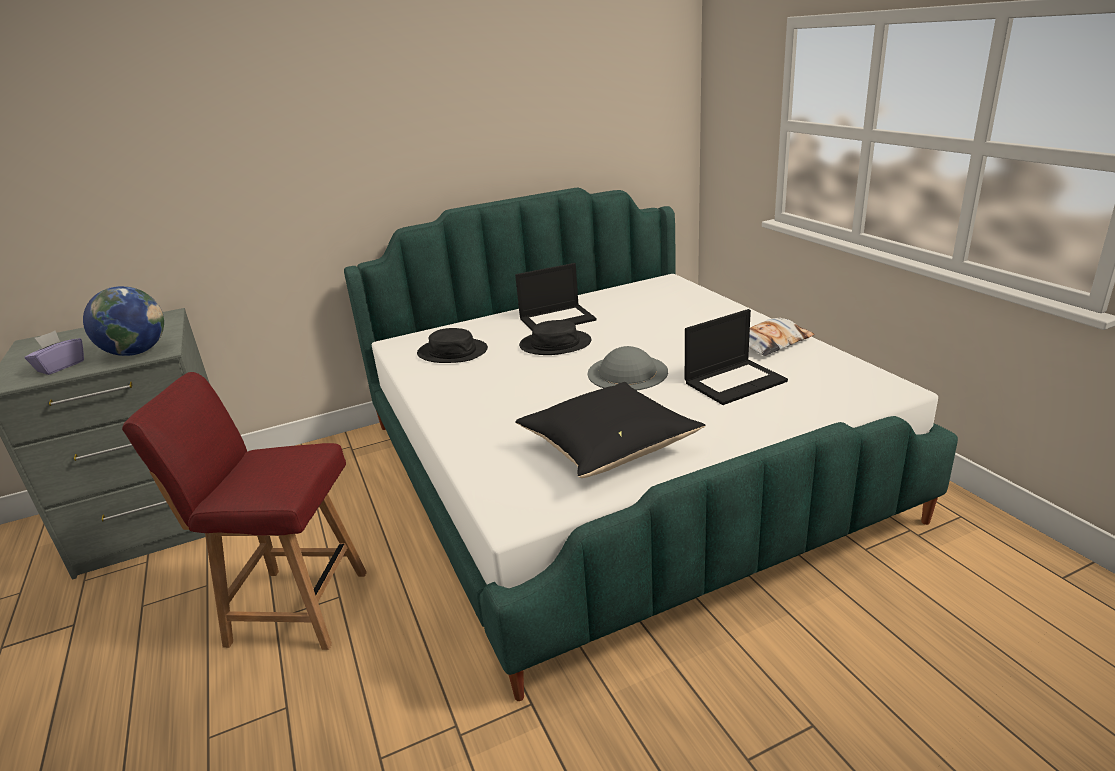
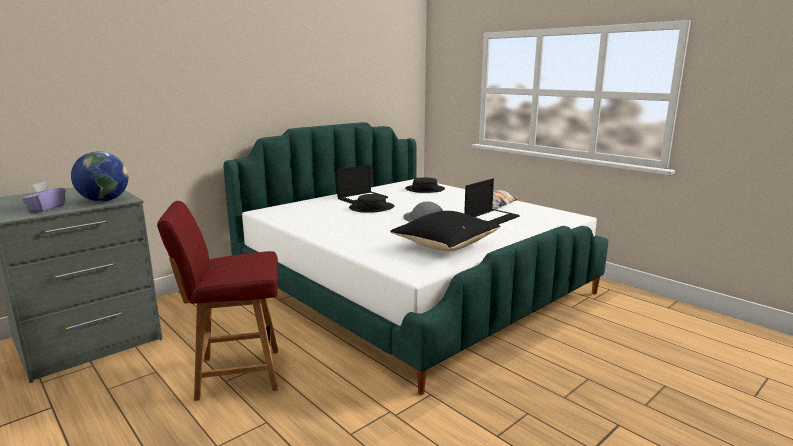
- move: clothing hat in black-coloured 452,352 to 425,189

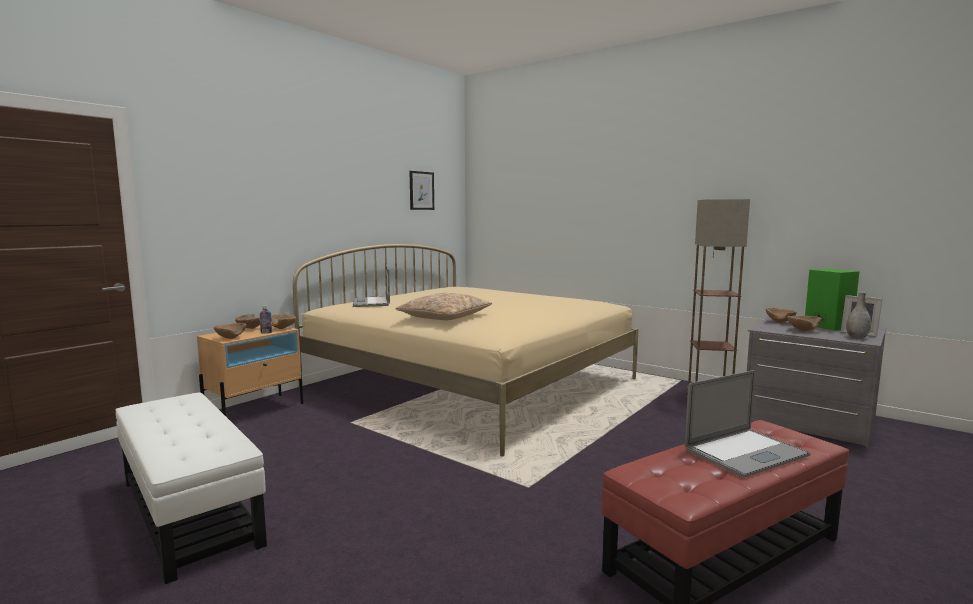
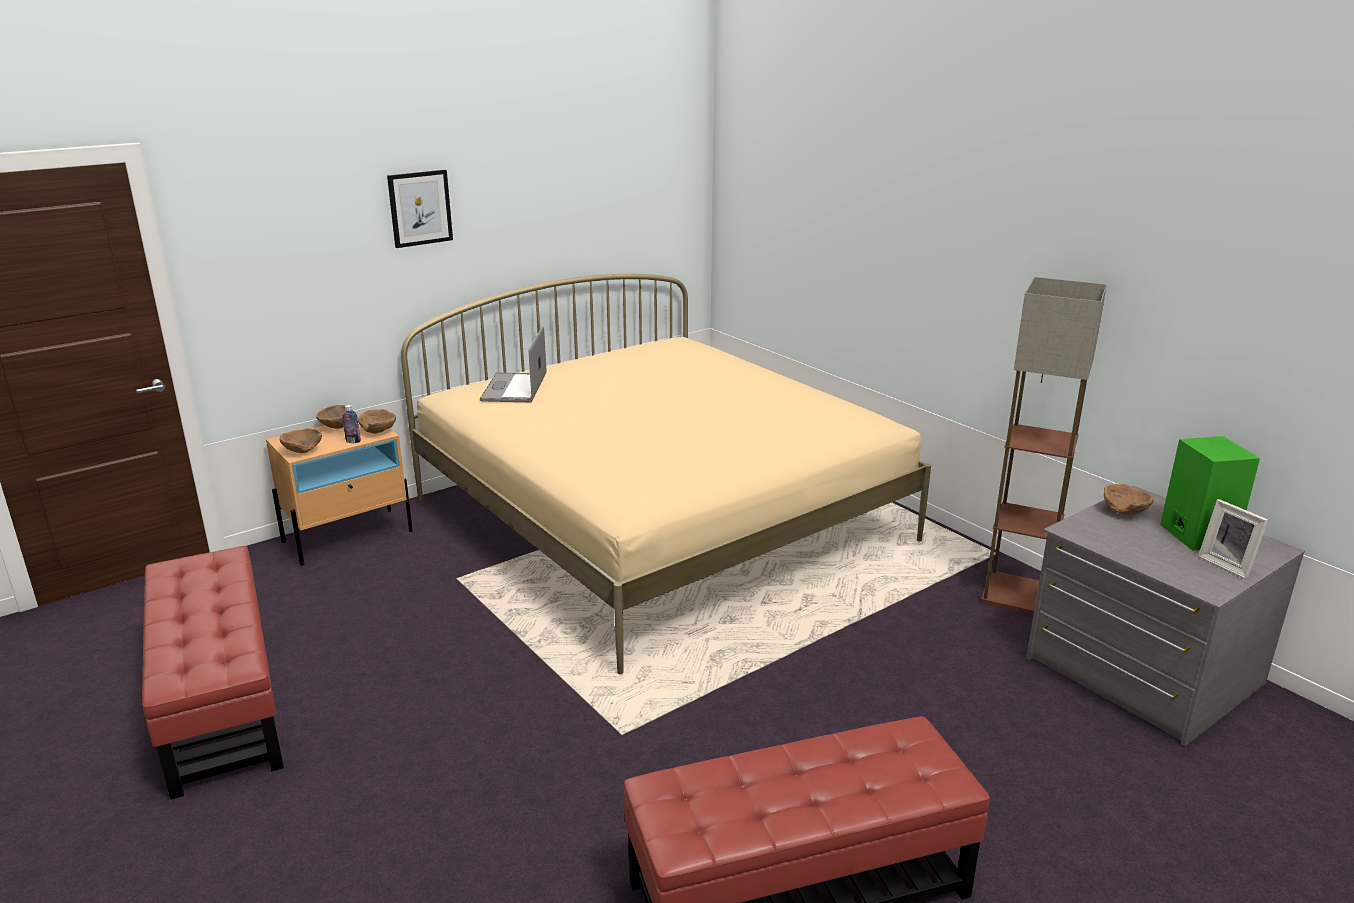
- recolor: footrest in white 188,512 to footrest in red-coloured 219,703
- delete: throw pillow in sand-coloured 444,317
- move: wall picture 421,190 to 420,208
- delete: notebook computer 745,452
- delete: deep dish in brownish 802,330
- delete: flower vase in greyish 857,337

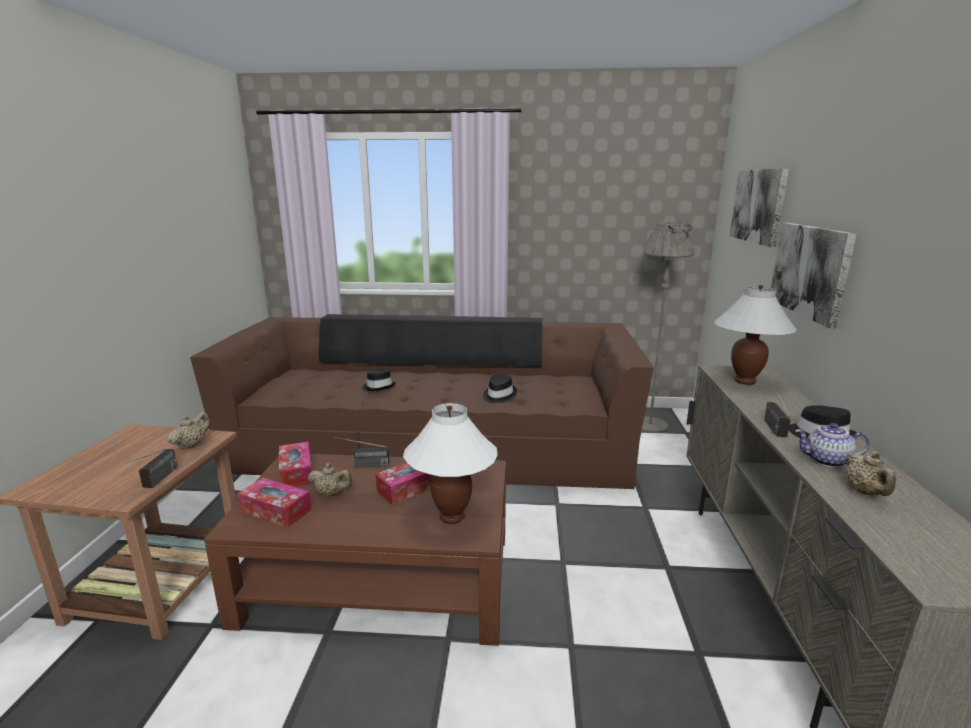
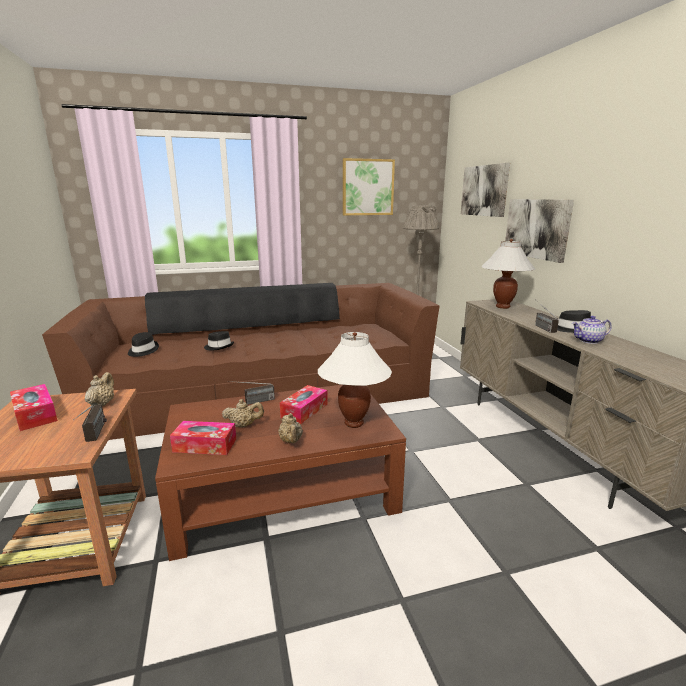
- move: tissue box 296,472 to 35,414
- move: clothing hat in black-coloured 499,395 to 142,350
- move: tea pot in sand-coloured 865,492 to 291,441
- insert: wall picture 367,187

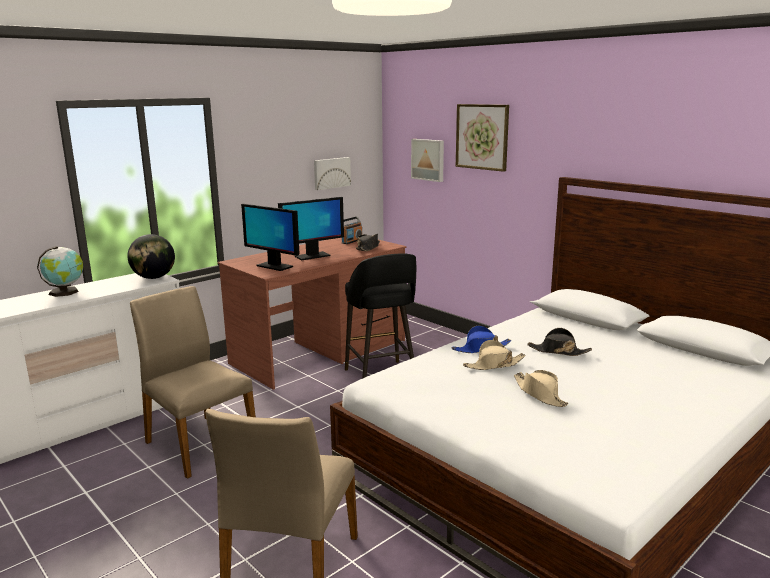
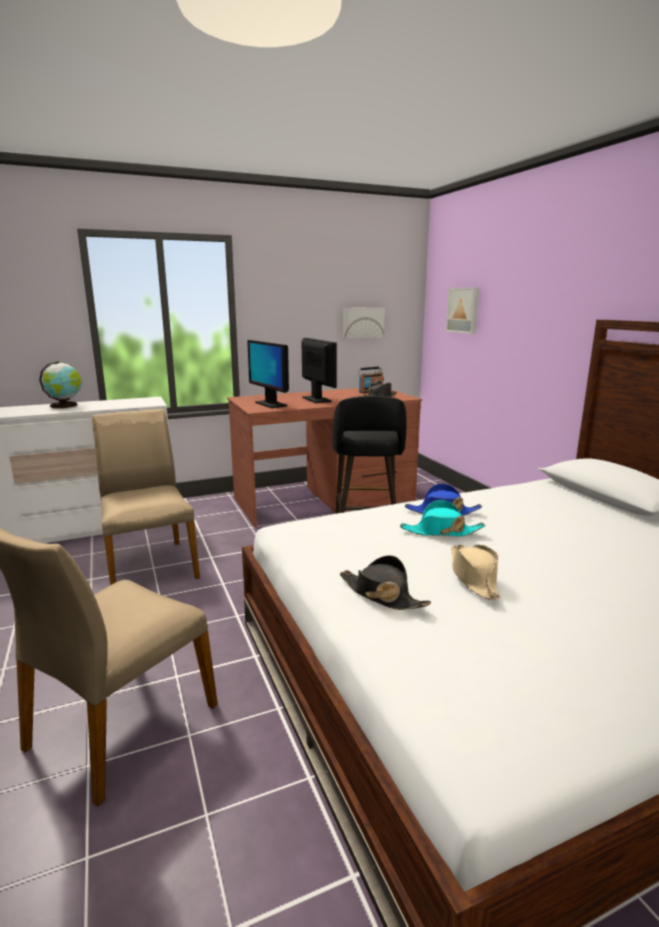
- delete: world globe 154,278
- rotate: computer display 312,256 = 316,399 105 degrees counterclockwise
- delete: wall picture 482,137
- recolor: clothing hat in sand-coloured 494,365 to clothing hat in turquoise 441,531
- move: clothing hat in black-coloured 558,351 to 381,595

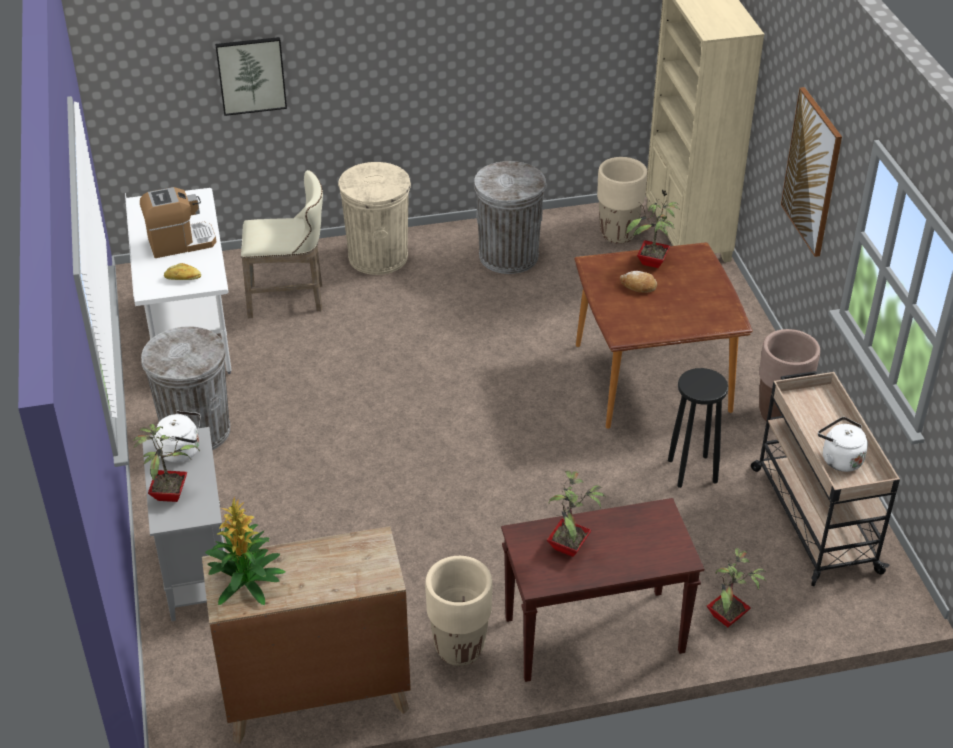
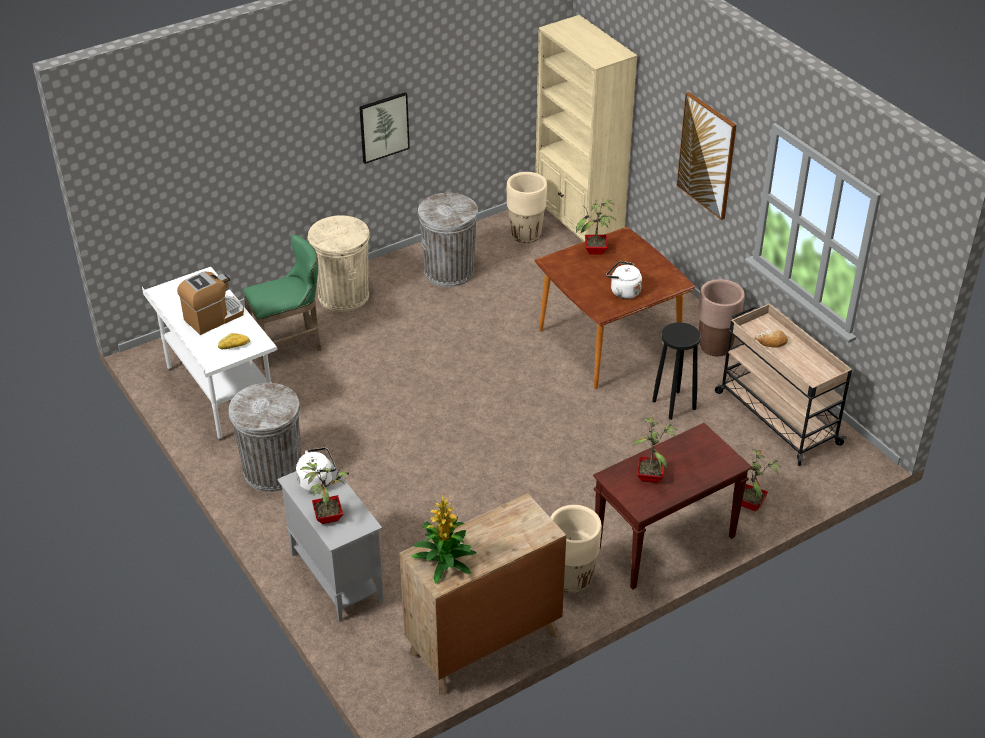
- move: wall picture 251,75 to 383,127
- recolor: stool in sand-coloured 290,300 to stool in green 290,347
- move: bread 638,286 to 771,342
- move: kettle in white 839,459 to 623,291

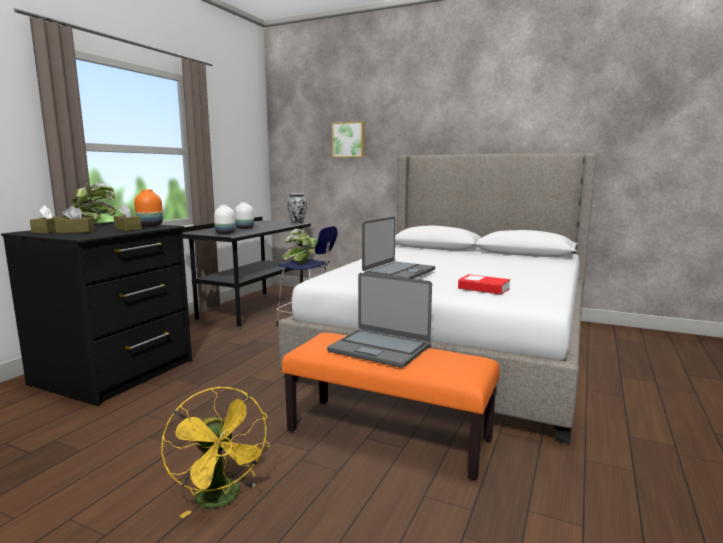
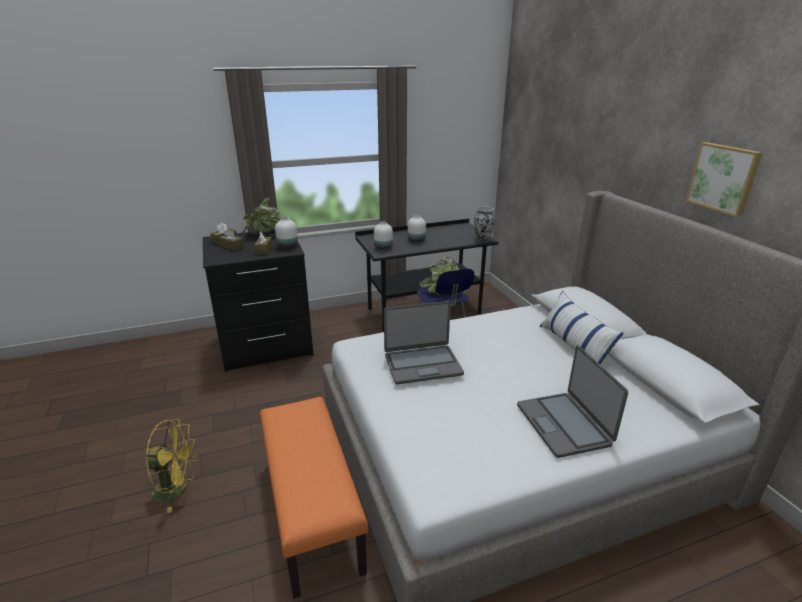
- recolor: flower vase in orange 151,225 to flower vase in white 288,246
- rotate: fan in yellow 222,500 = 177,490 105 degrees counterclockwise
- move: notebook computer 379,349 to 564,424
- move: wall picture 348,139 to 723,178
- delete: bound book 483,288
- insert: throw pillow 574,346

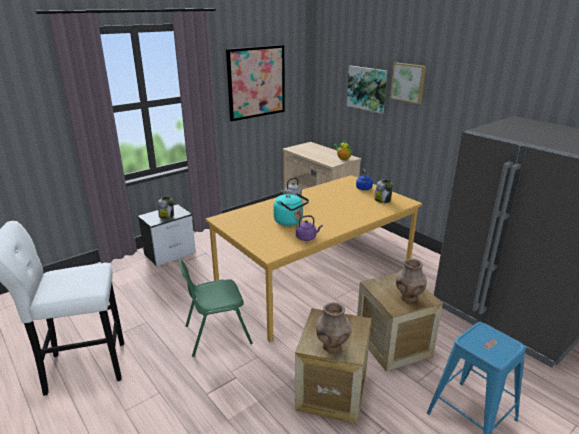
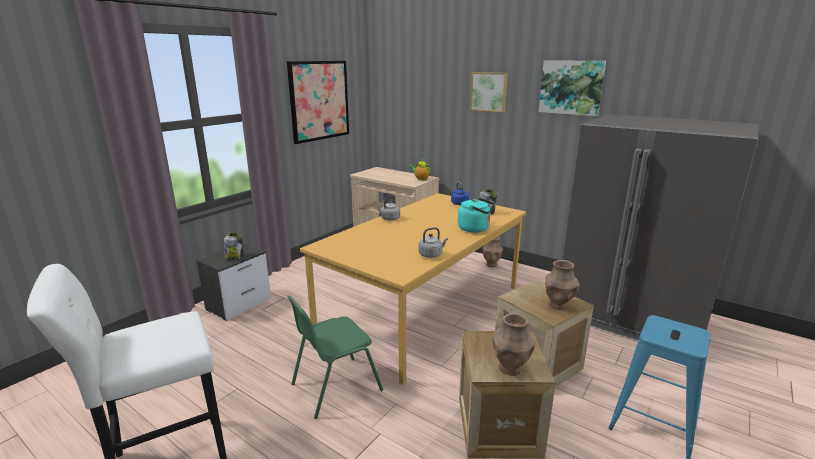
- move: kettle in turquoise 290,221 to 475,229
- recolor: kettle in purple-coloured 307,238 to kettle in greyish 431,254
- move: wall picture 367,88 to 571,87
- insert: flower vase in brownish 491,264

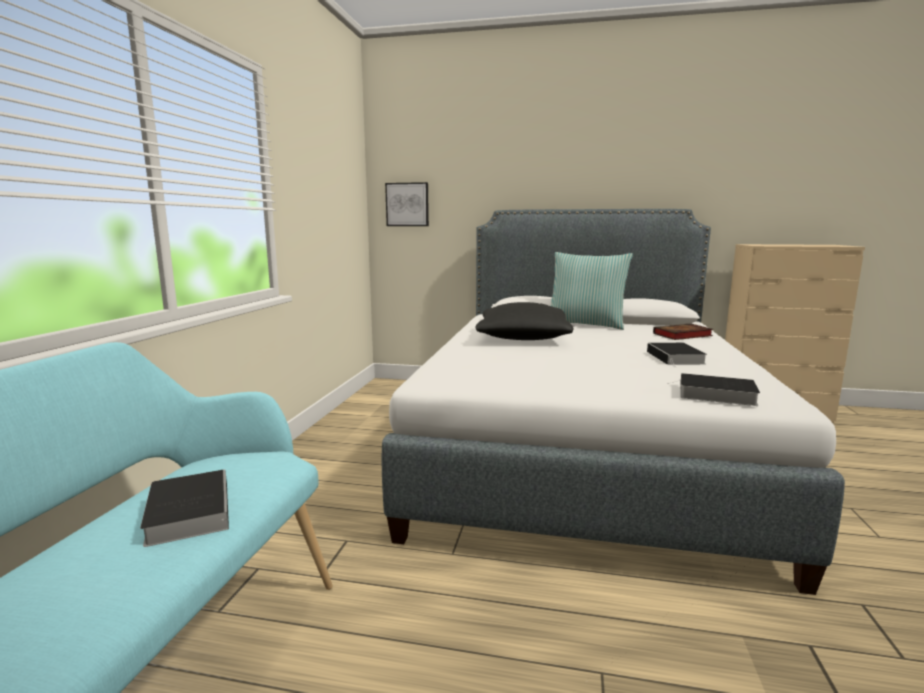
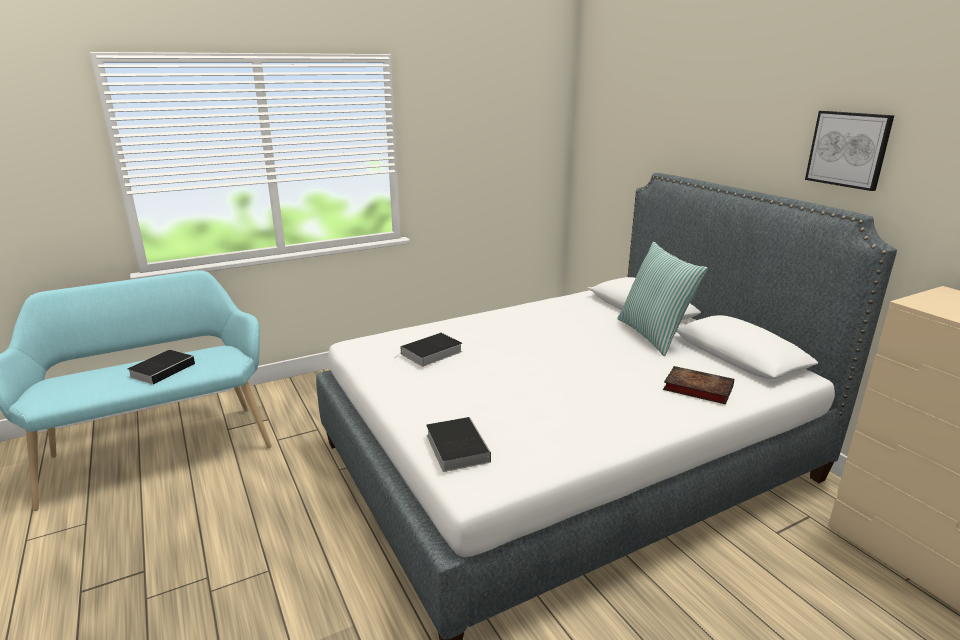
- move: wall picture 407,204 to 848,149
- delete: throw pillow in black-coloured 523,338
- move: bound book 676,358 to 430,353

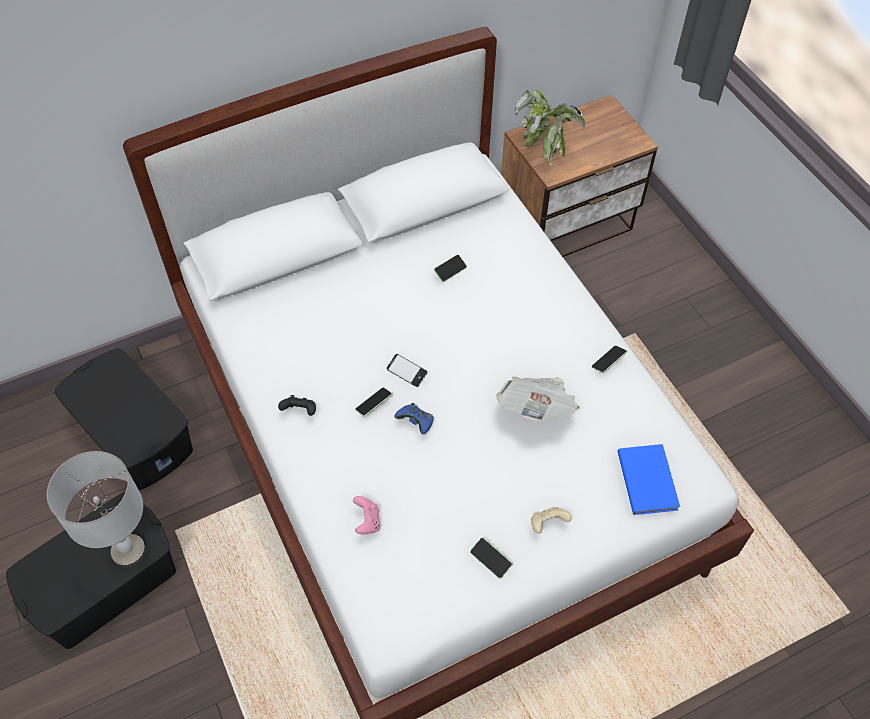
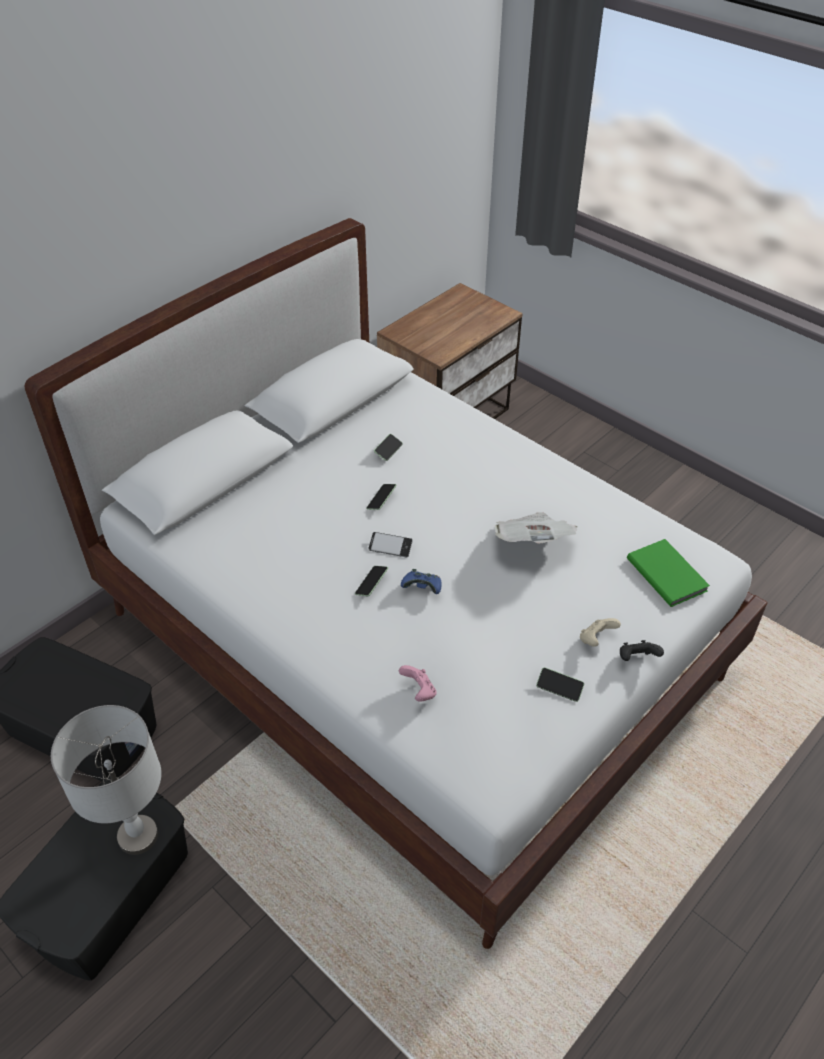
- move: joypad in black-coloured 300,411 to 636,659
- delete: plant in a pot 545,145
- move: handset 608,362 to 381,500
- recolor: bound book in blue 648,479 to bound book in green 667,573

